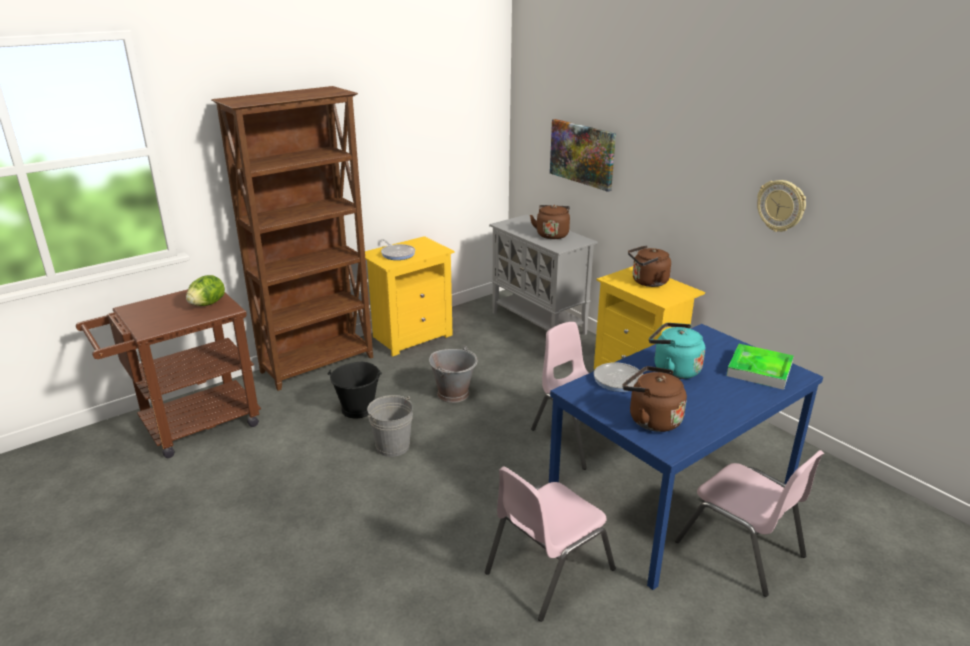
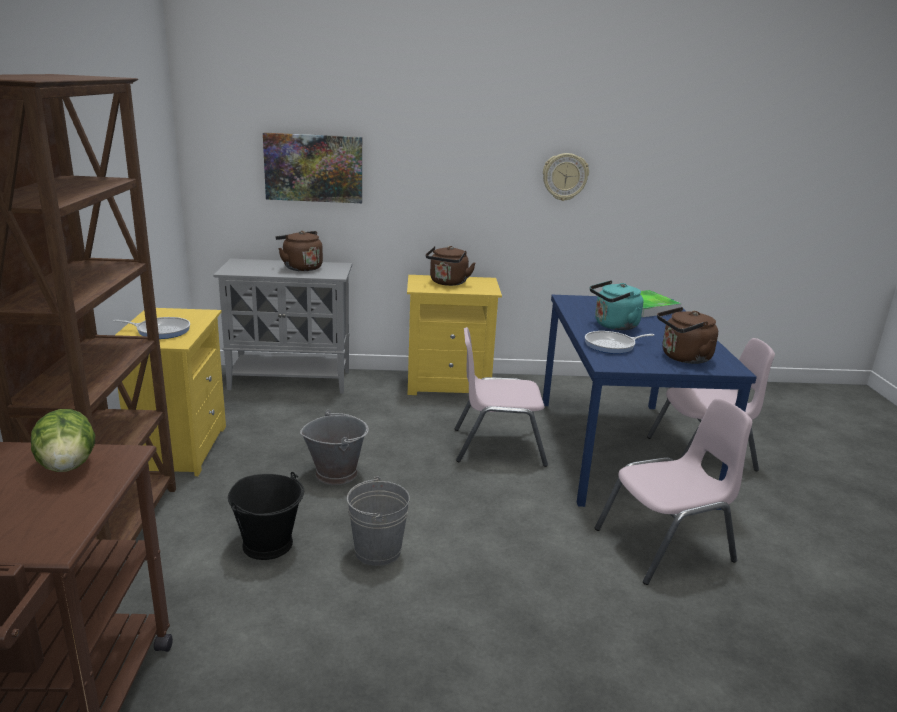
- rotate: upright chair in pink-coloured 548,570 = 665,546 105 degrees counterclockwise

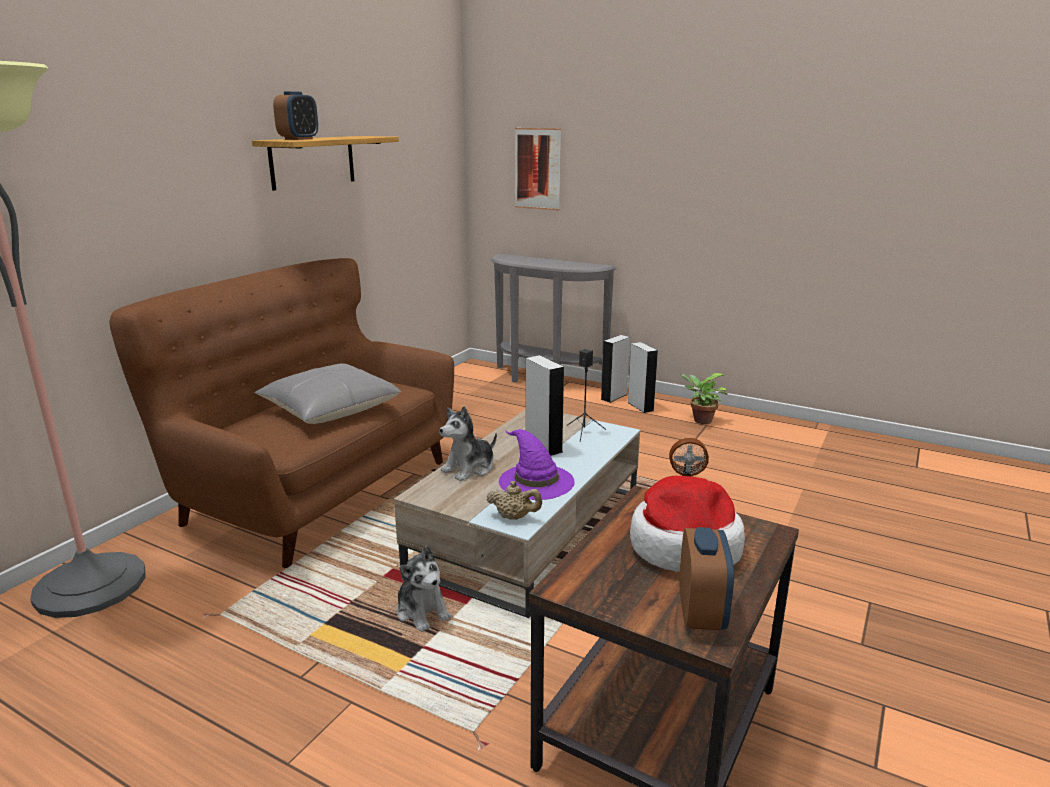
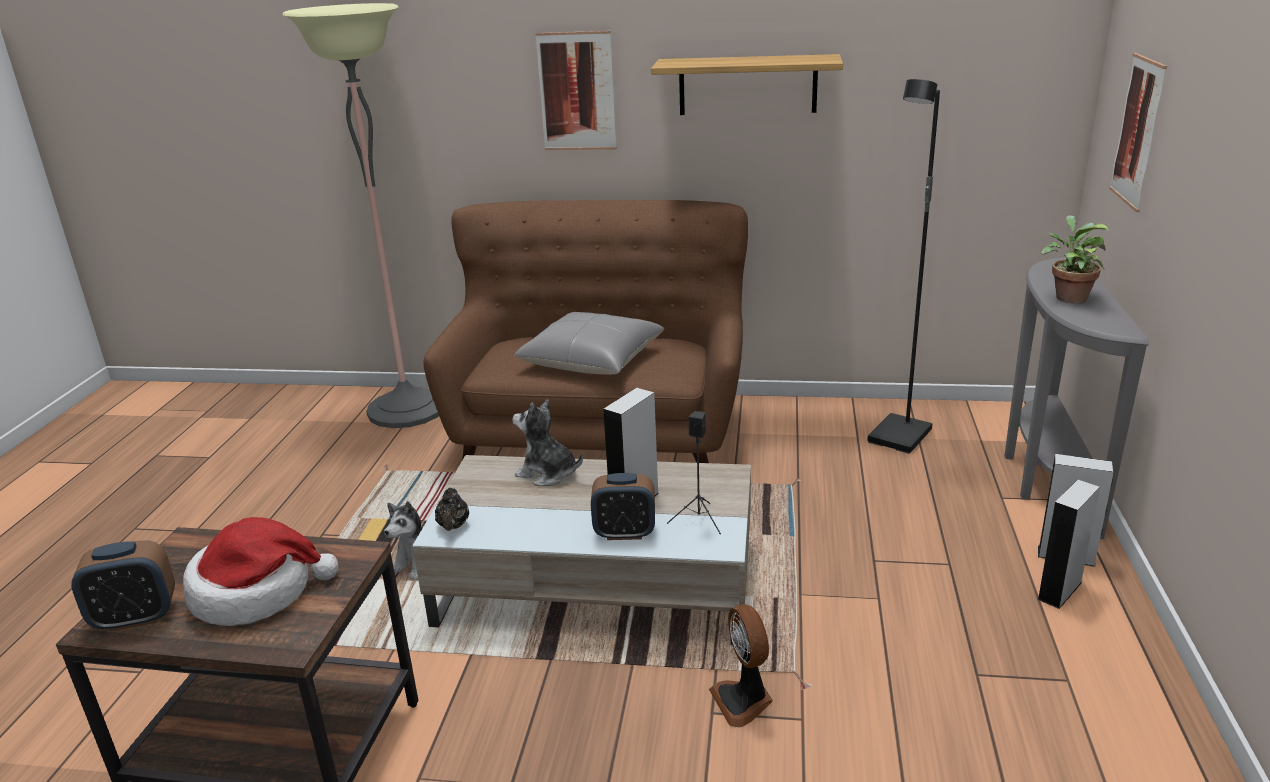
- move: bedside clock 299,139 to 624,533
- recolor: tea pot in sand-coloured 514,517 to tea pot in black-coloured 453,526
- delete: clothing hat in purple-coloured 535,481
- move: plant in a pot 700,420 to 1068,297
- insert: wall picture 577,92
- insert: standard lamp in black-coloured 901,437

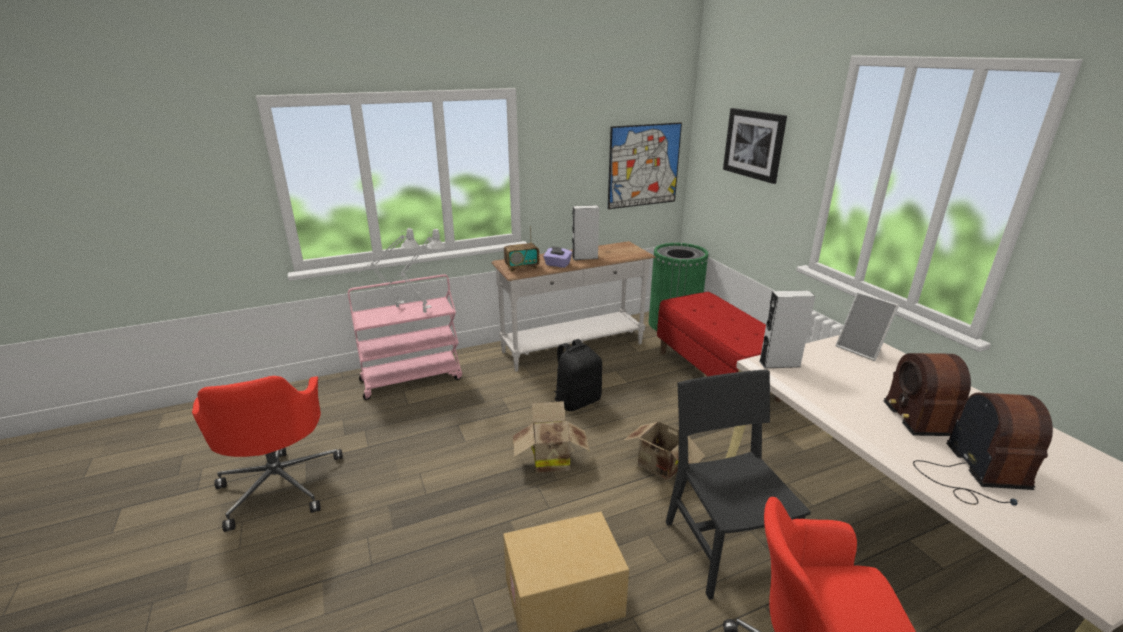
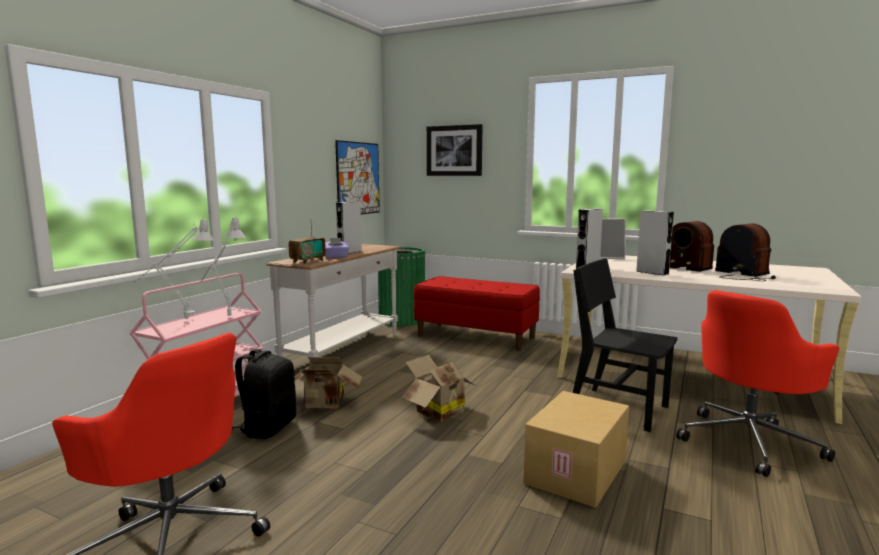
- move: rucksack in black-coloured 577,401 to 268,428
- move: carton 660,468 to 325,404
- insert: audio speaker in greyish 652,272

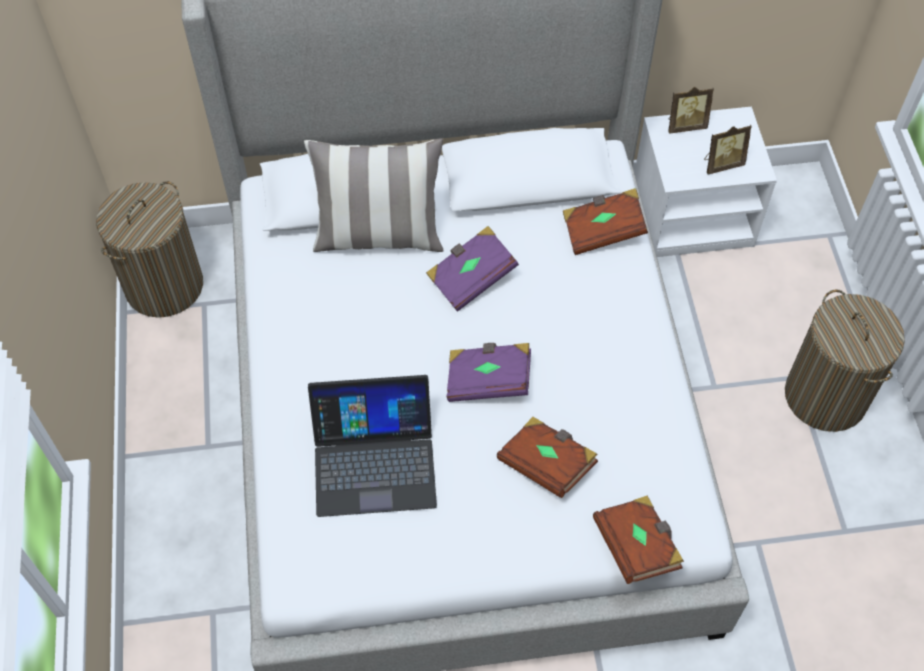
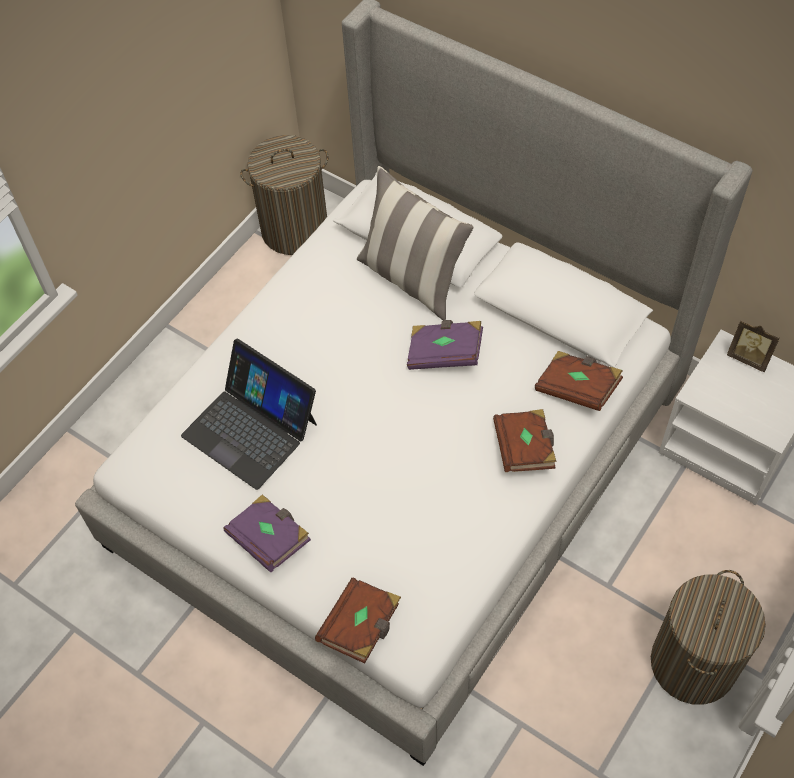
- move: bound book in purple-coloured 488,380 to 270,539
- move: bound book in brownish 546,464 to 525,448
- delete: photo frame 721,164

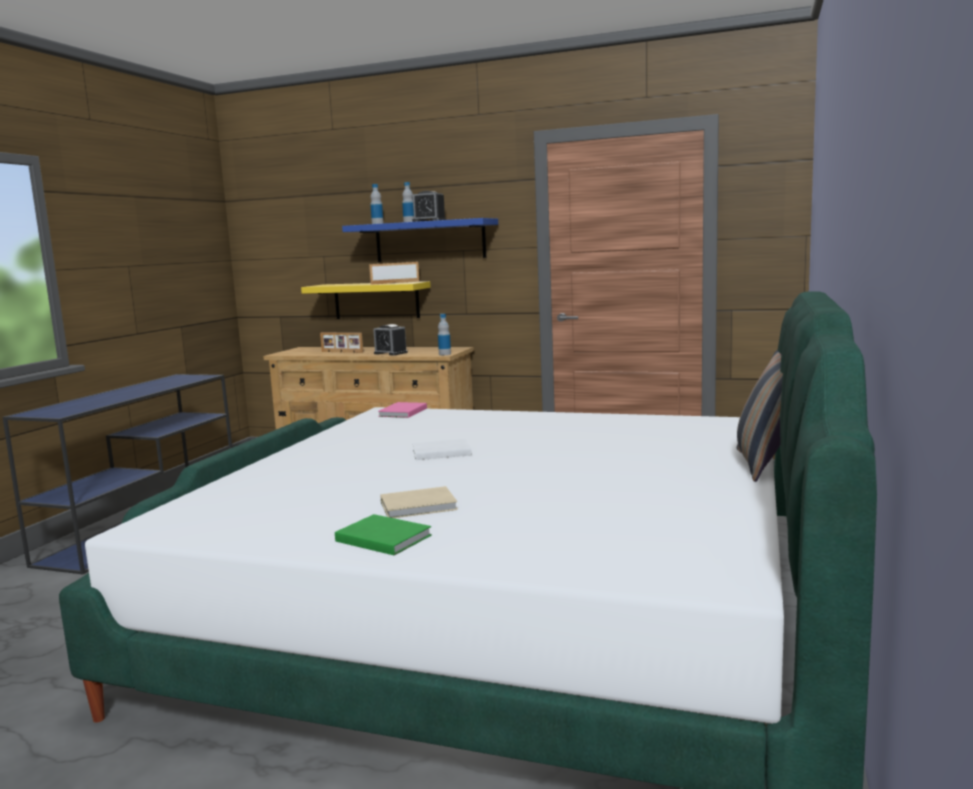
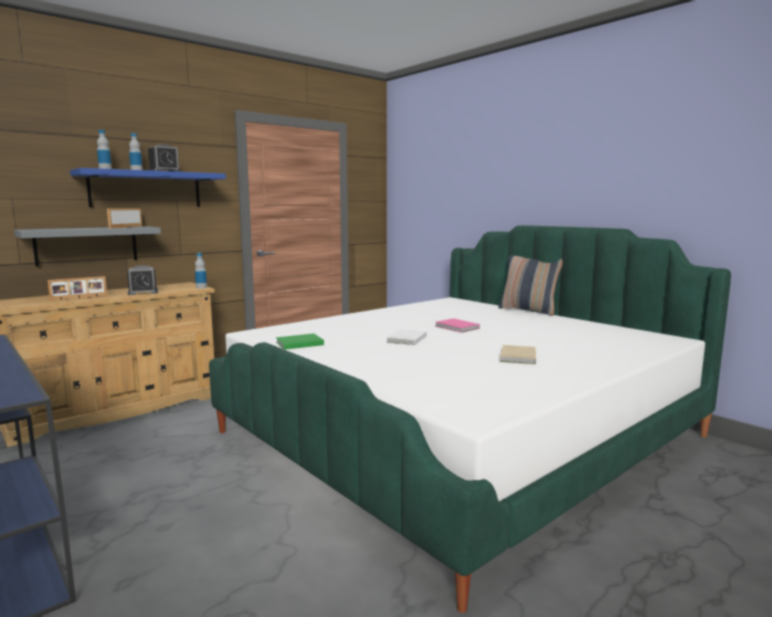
- recolor: bracket shelf in yellow 376,300 to bracket shelf in greyish 87,245
- move: bound book in green 382,537 to 298,343
- move: bound book in pink-coloured 401,412 to 457,327

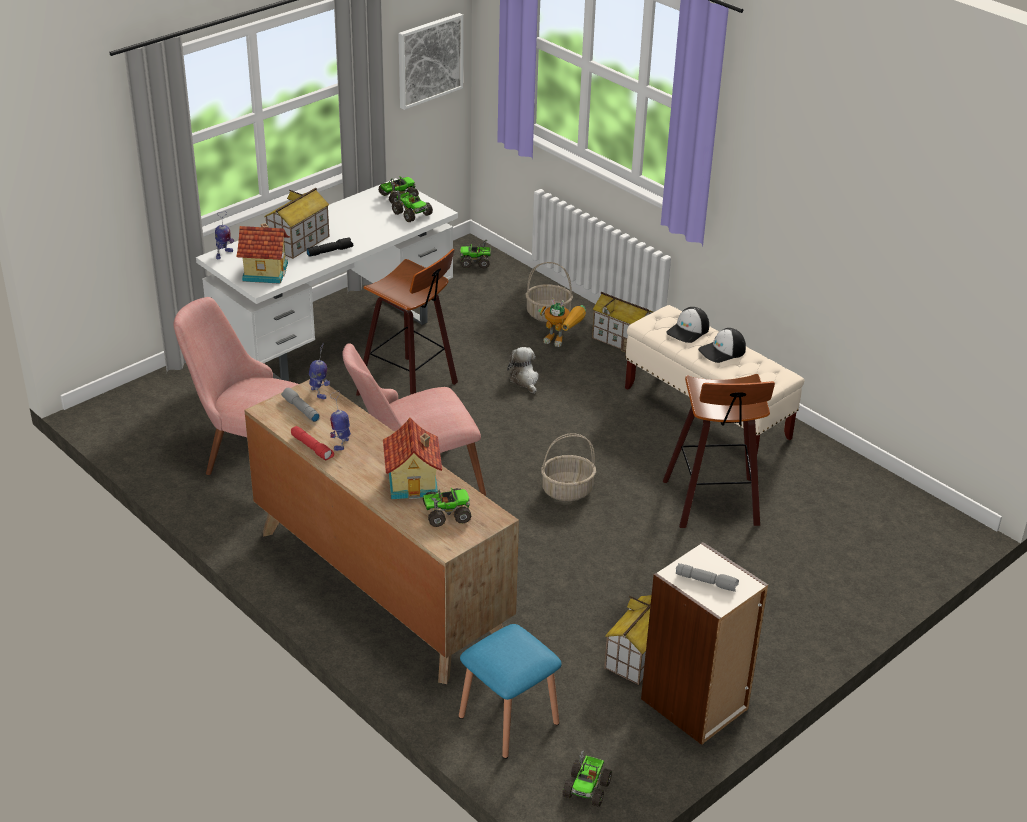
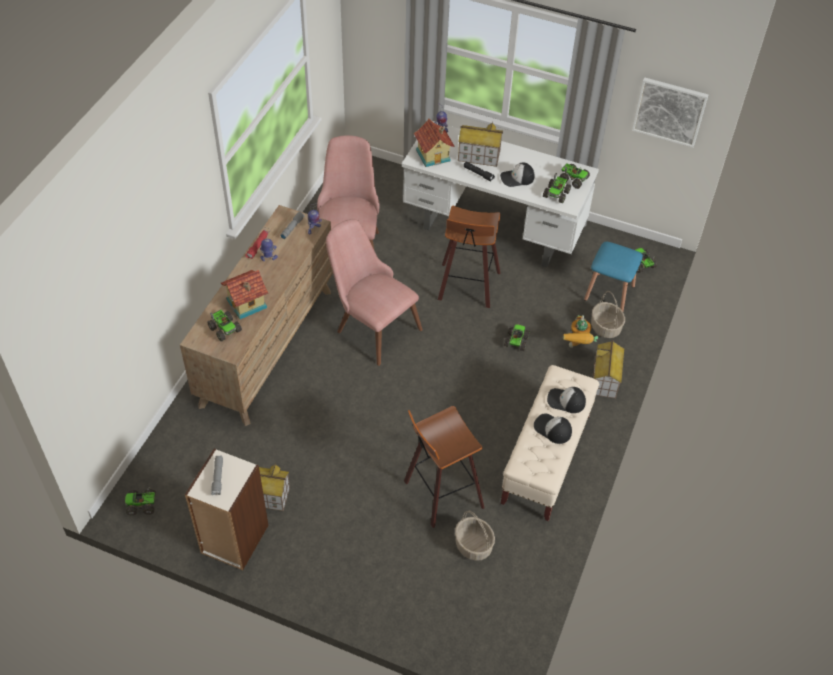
- move: stool in blue 508,720 to 609,293
- replace: soft toy 524,380 to toy truck 516,342
- move: storage basket 567,490 to 474,545
- insert: cap 517,178

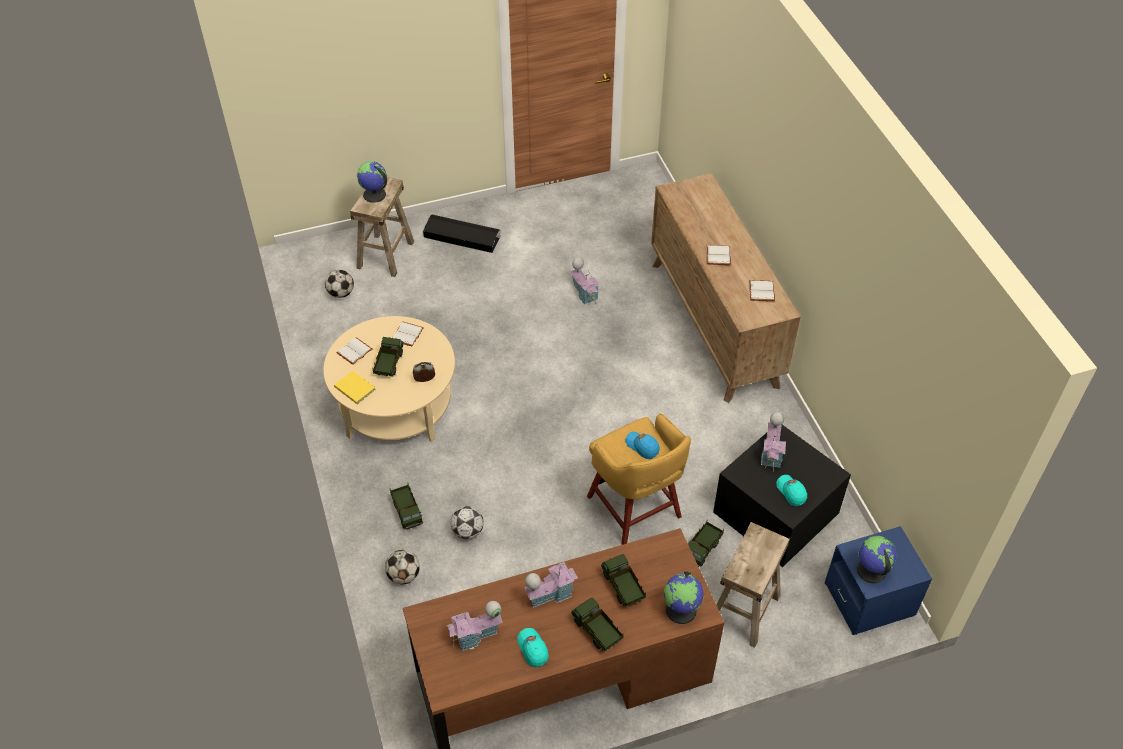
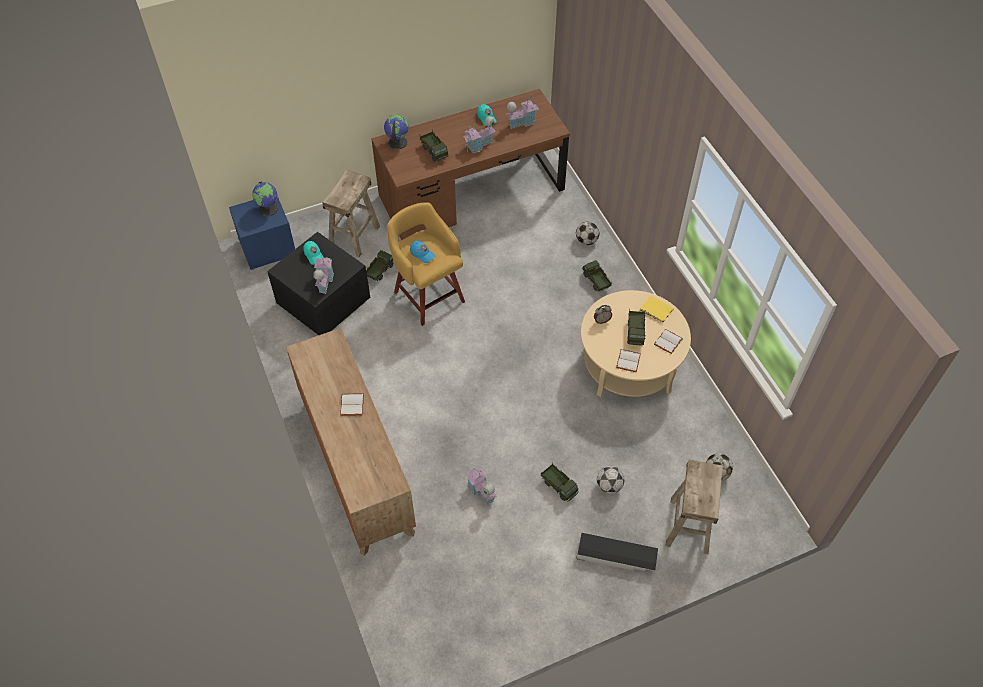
- delete: world globe 374,195
- move: football ball 467,531 to 609,486
- move: toy truck 596,631 to 559,486
- delete: bound book in white 762,292

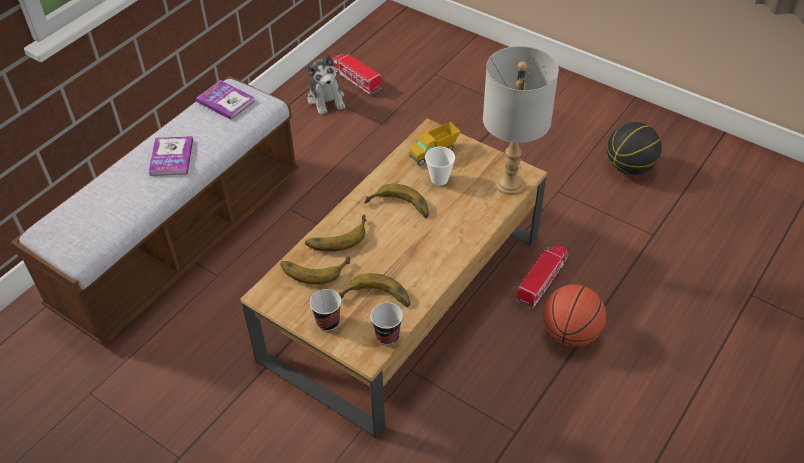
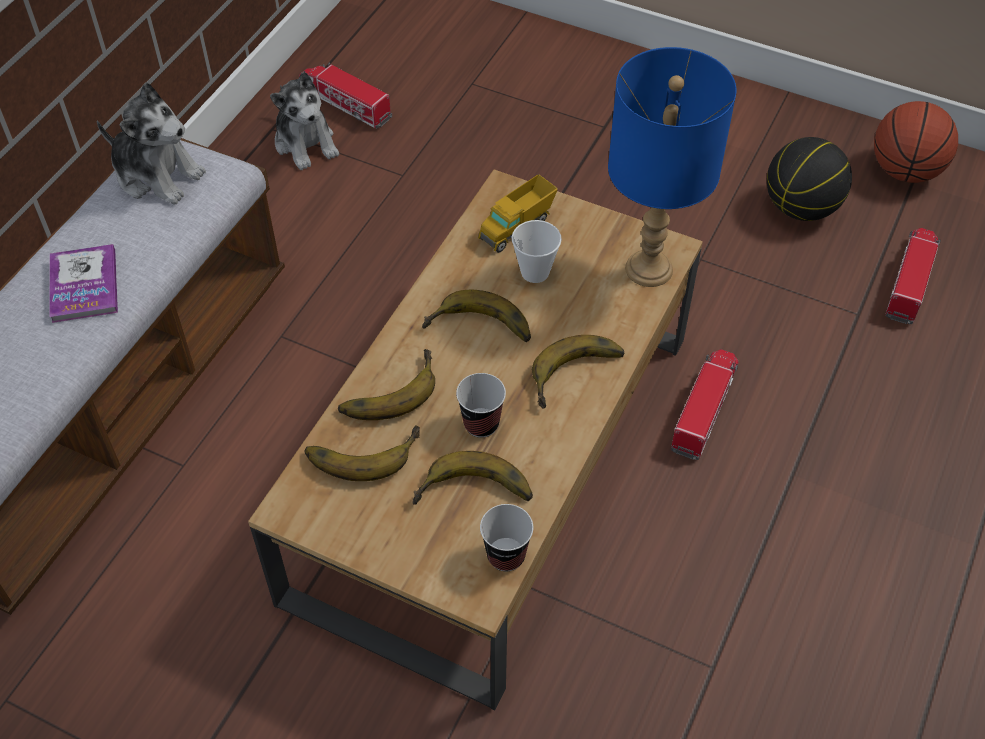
- replace: bound book 225,101 to soft toy 157,175
- move: cup 328,322 to 481,424
- recolor: tabletop lamp in greyish 509,184 to tabletop lamp in blue 648,269
- move: basketball ball 570,333 to 905,171
- insert: whole banana 579,377
- insert: toy truck 910,280

